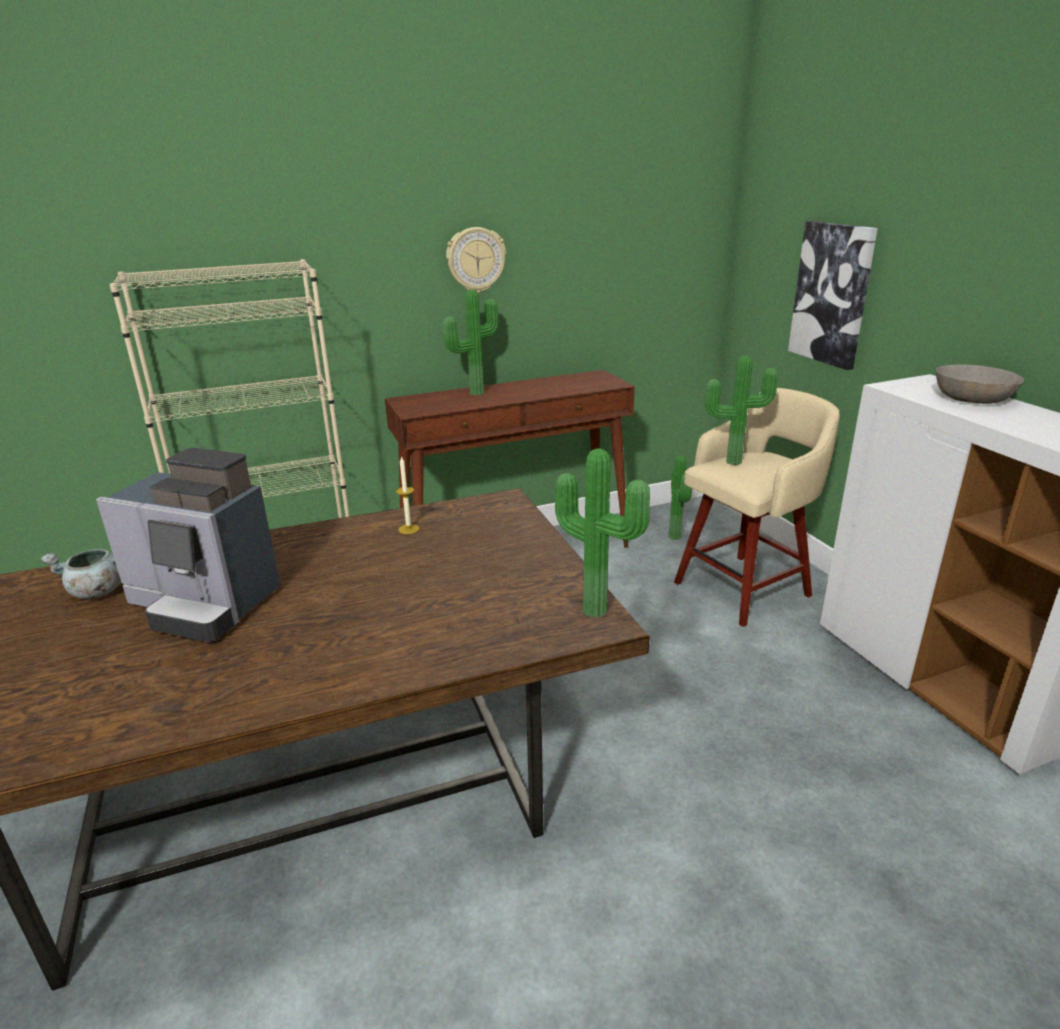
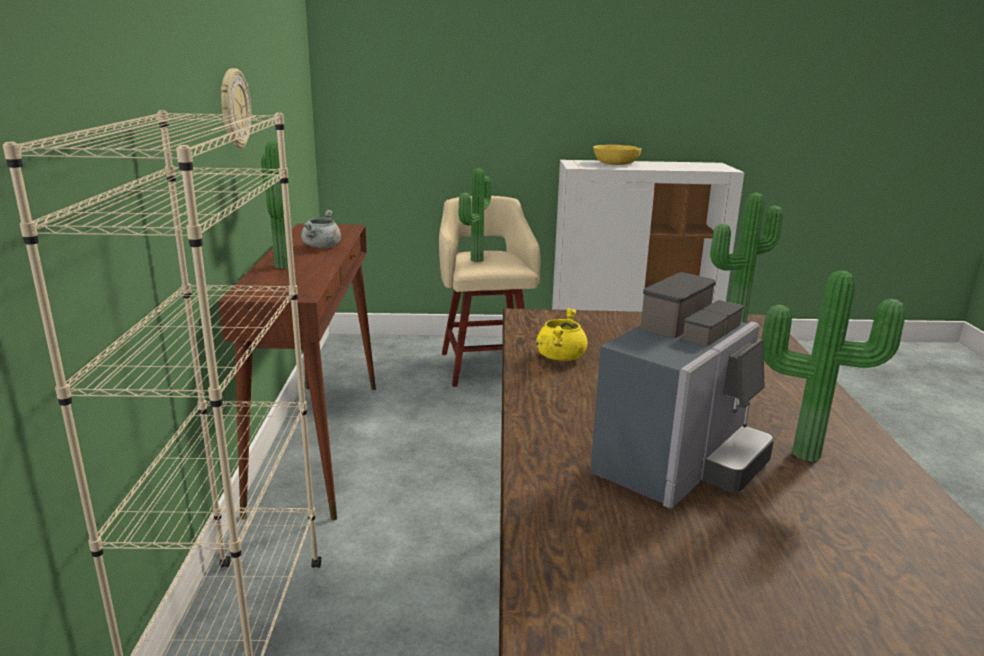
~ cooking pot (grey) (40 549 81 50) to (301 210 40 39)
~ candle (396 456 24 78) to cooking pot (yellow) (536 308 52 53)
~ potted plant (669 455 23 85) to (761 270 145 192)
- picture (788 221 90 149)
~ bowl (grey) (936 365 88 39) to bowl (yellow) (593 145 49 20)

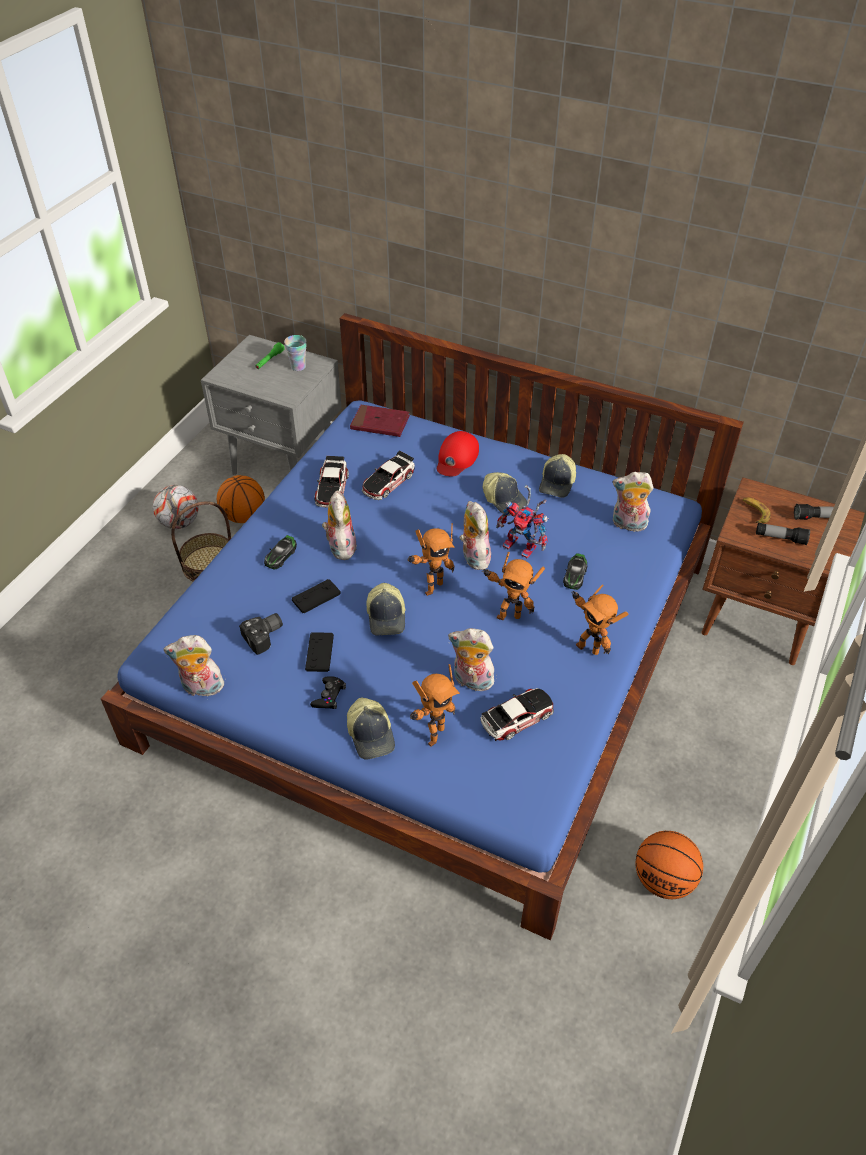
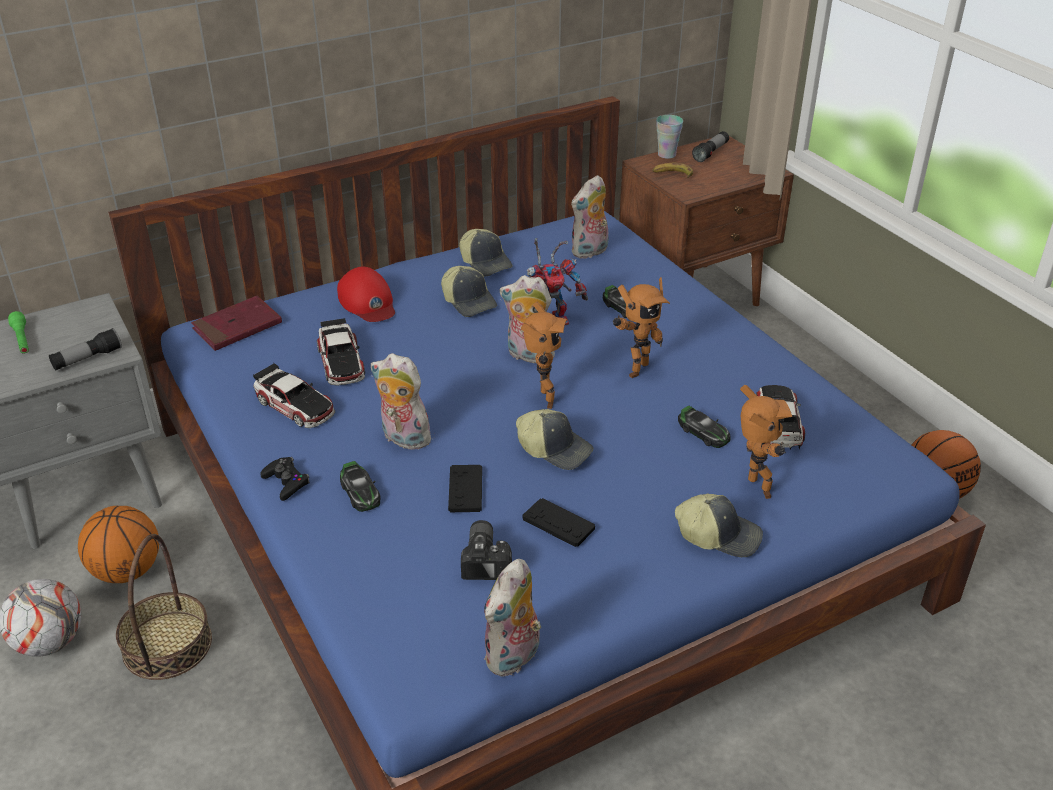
~ cup (284 335 22 36) to (656 115 27 44)
~ game controller (black) (310 676 36 33) to (260 457 50 44)
~ plush toy (448 628 46 66) to toy car (678 405 53 43)
~ cap (483 472 44 44) = (441 266 56 51) 60 degrees clockwise
- toy robot (571 584 57 71)
~ flashlight (756 523 54 22) to (49 328 73 42)

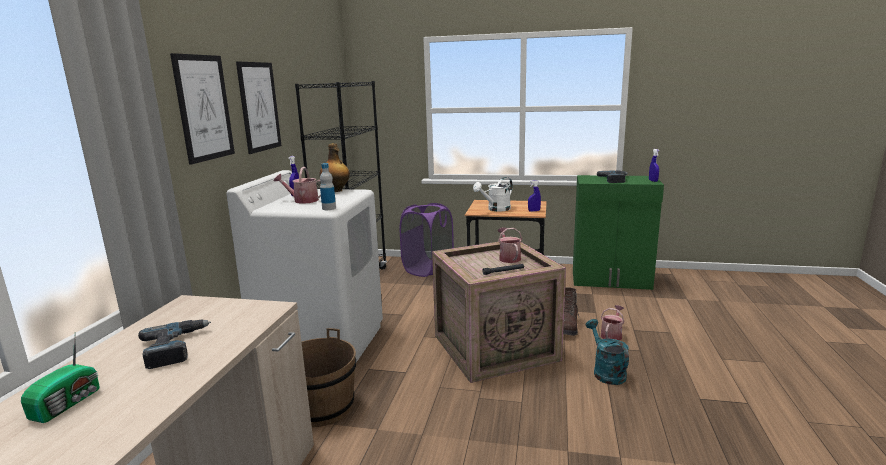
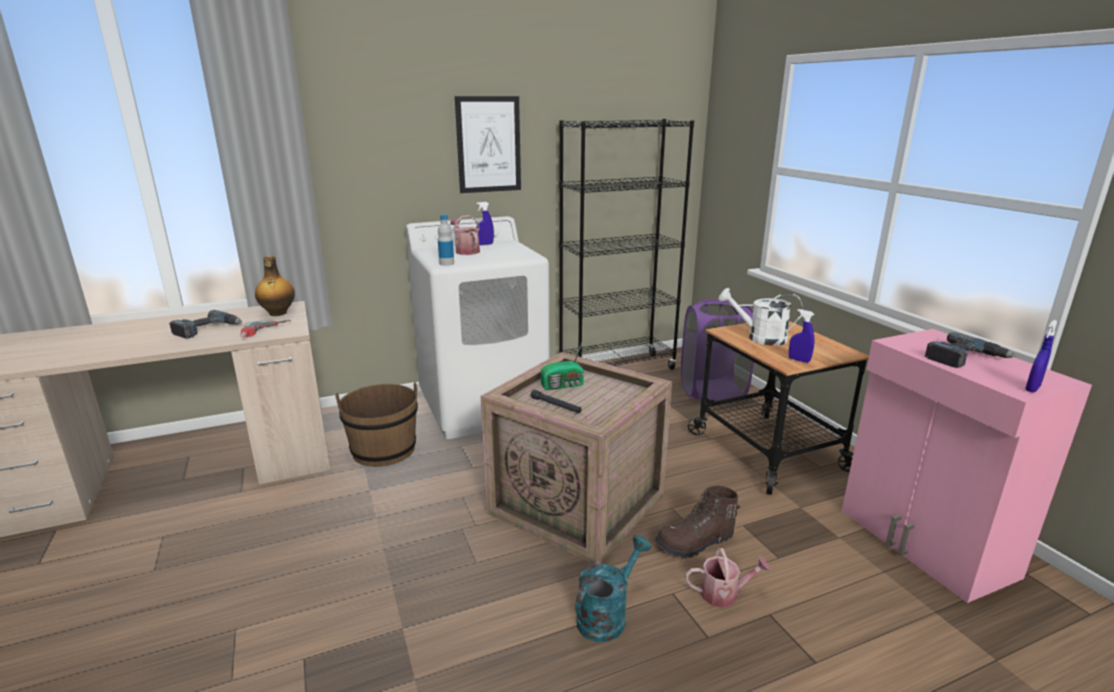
~ radio (21 334 79 89) to (540 343 45 47)
- picture (170 53 65 112)
~ bottle (319 143 31 49) to (255 256 40 60)
- watering can (498 227 24 36)
~ cabinet (green) (573 175 91 115) to cabinet (pink) (842 329 250 274)
+ power drill (240 320 51 18)

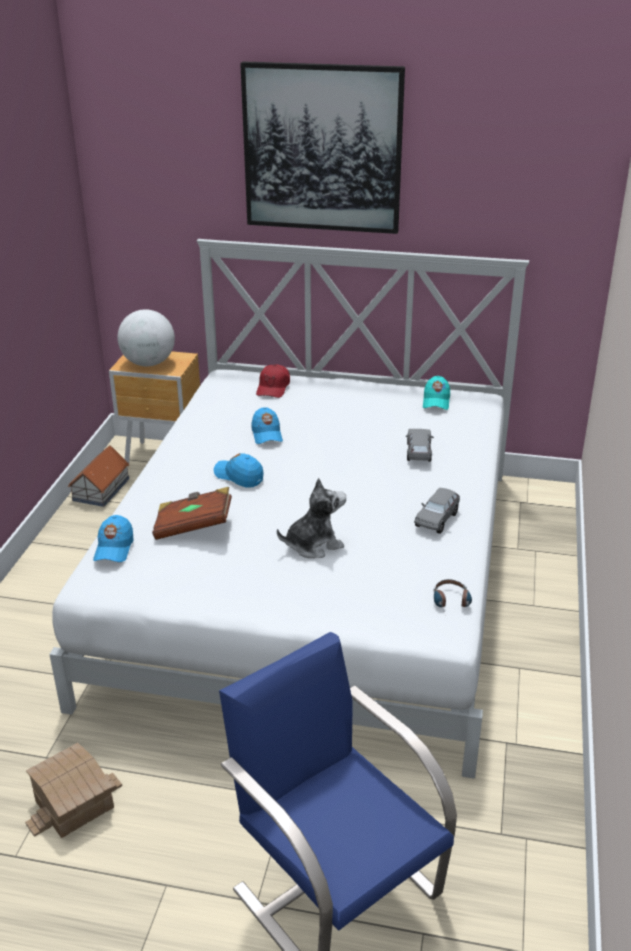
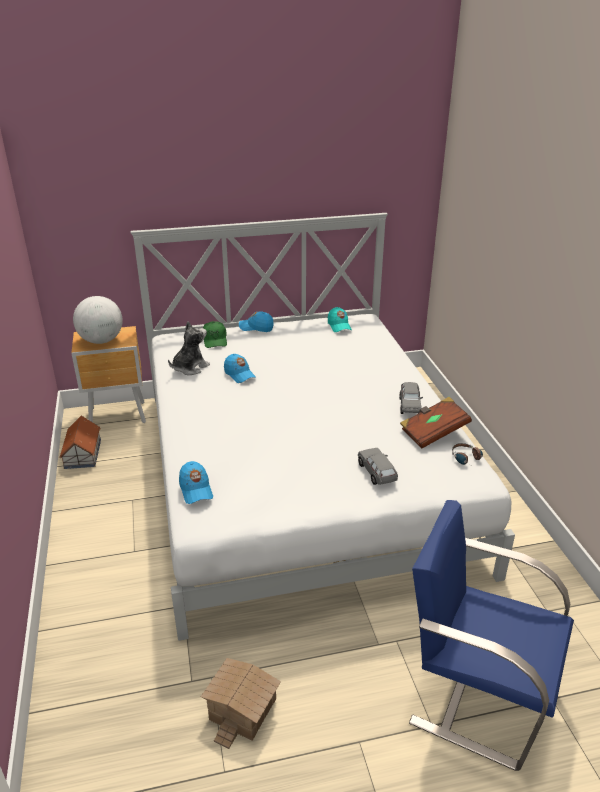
~ book (brown) (152 487 80 53) to (400 397 72 52)
~ cap (blue) (214 453 50 35) to (239 311 35 21)
- picture (240 61 165 173)
~ cap (red) (256 364 34 34) to cap (green) (203 321 24 27)
~ plush toy (277 478 69 80) to (168 321 42 54)
~ toy car (grey) (406 429 28 33) to (358 448 40 37)

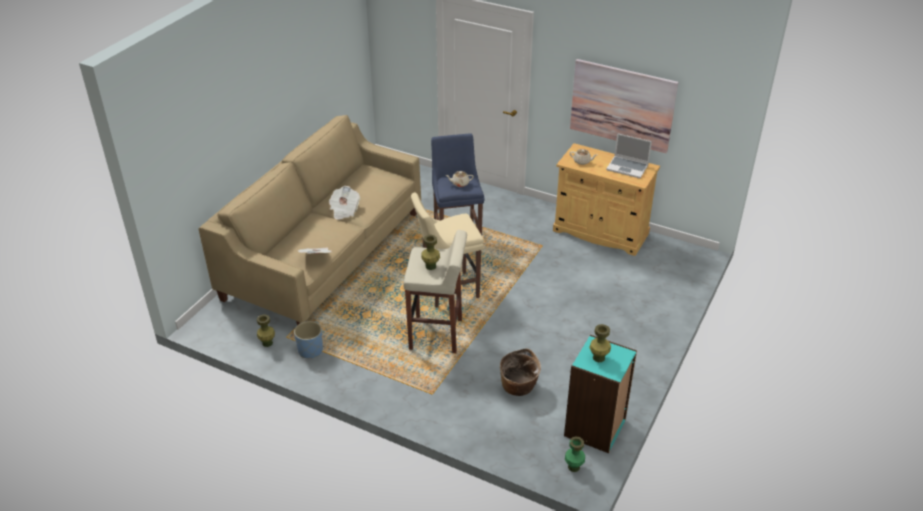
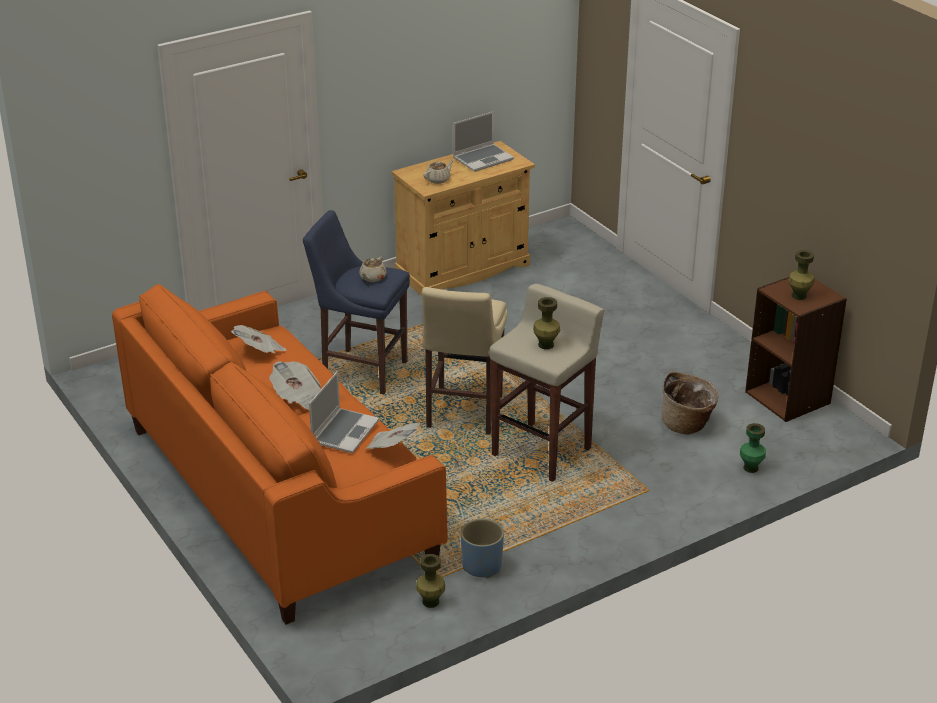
~ sofa (beige) (198 115 223 210) to sofa (orange) (112 284 336 341)
~ bookcase (turquoise) (564 335 73 118) to bookcase (brown) (745 277 102 145)
~ vase (green) (565 436 20 36) to (740 423 26 50)
- picture (570 59 109 94)
+ newspaper (231 325 56 28)
+ laptop (309 371 70 82)

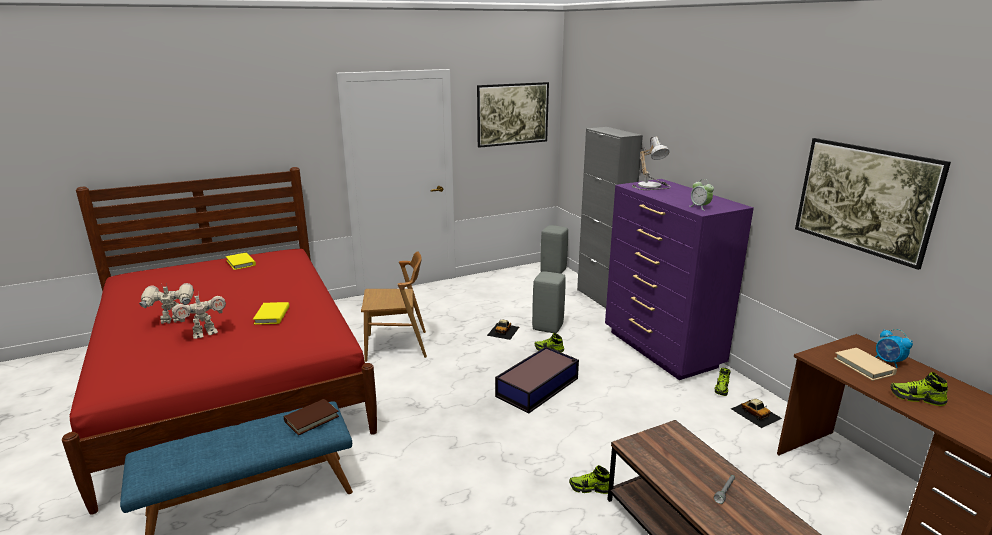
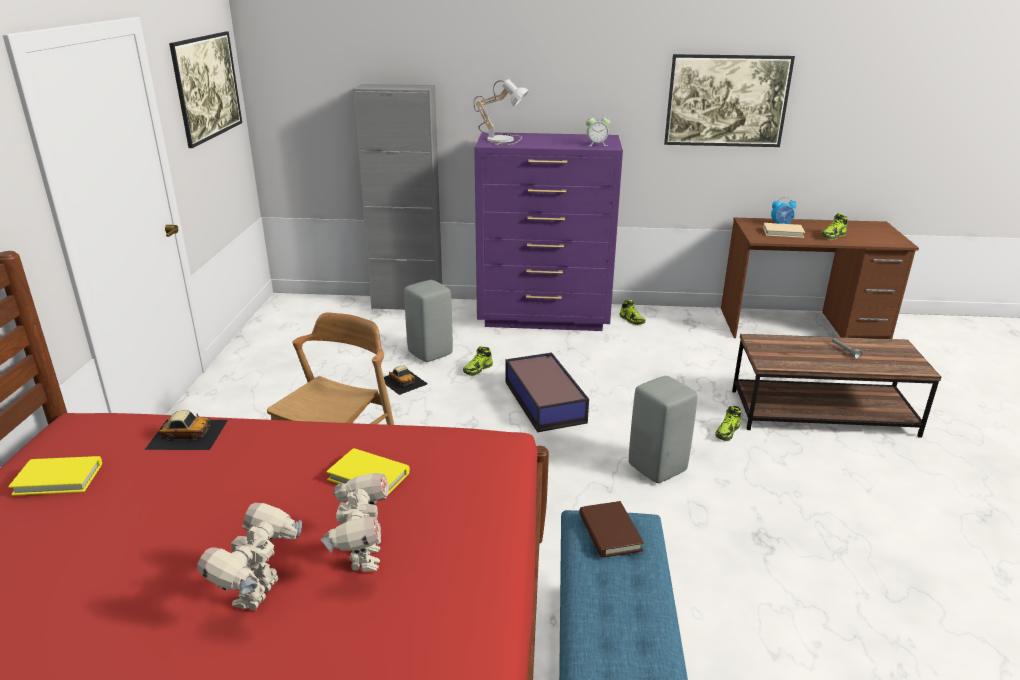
~ stool (grey) (540 225 28 49) to (629 376 69 107)
~ toy car (731 399 51 29) to (144 410 84 40)

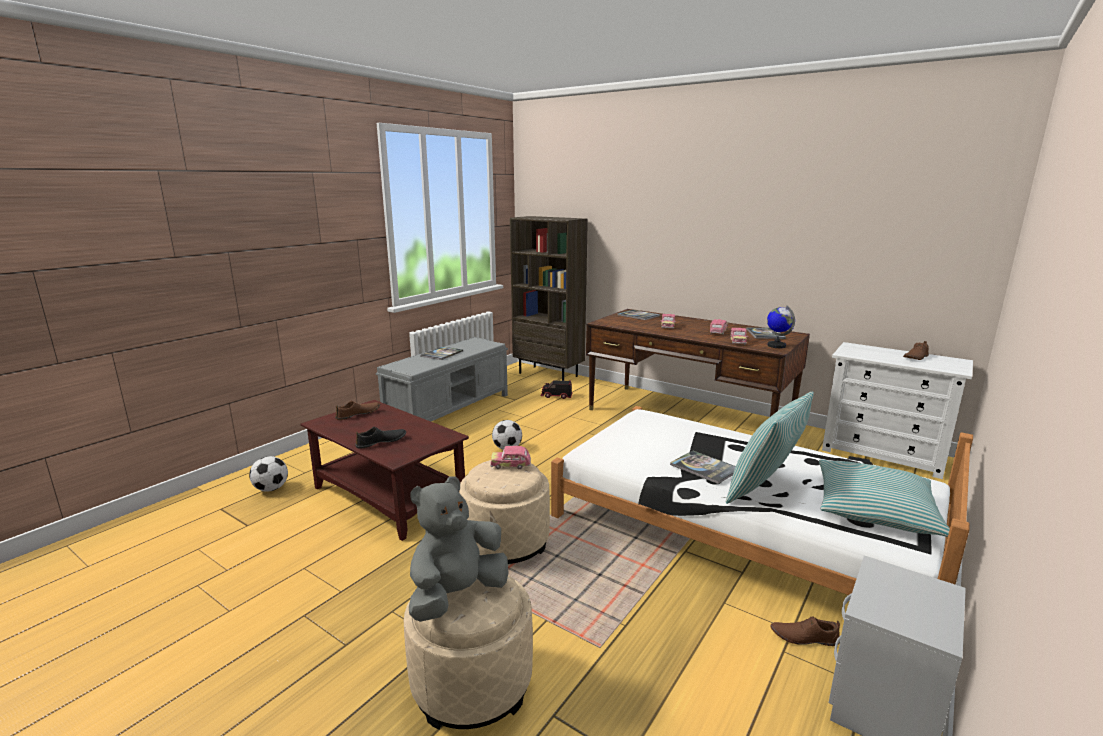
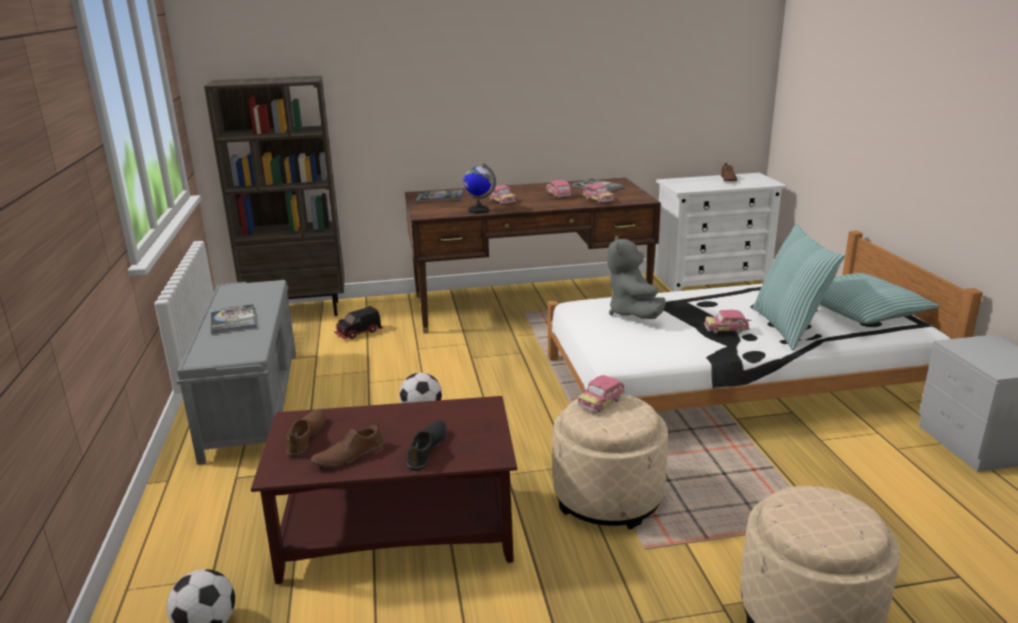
~ plush toy (grey) (409 477 100 145) to (607 235 59 84)
~ book (670 451 66 33) to toy car (704 310 46 24)
~ globe (767 306 28 42) to (463 163 33 51)
~ shoe (brown) (771 616 69 30) to (311 422 73 45)

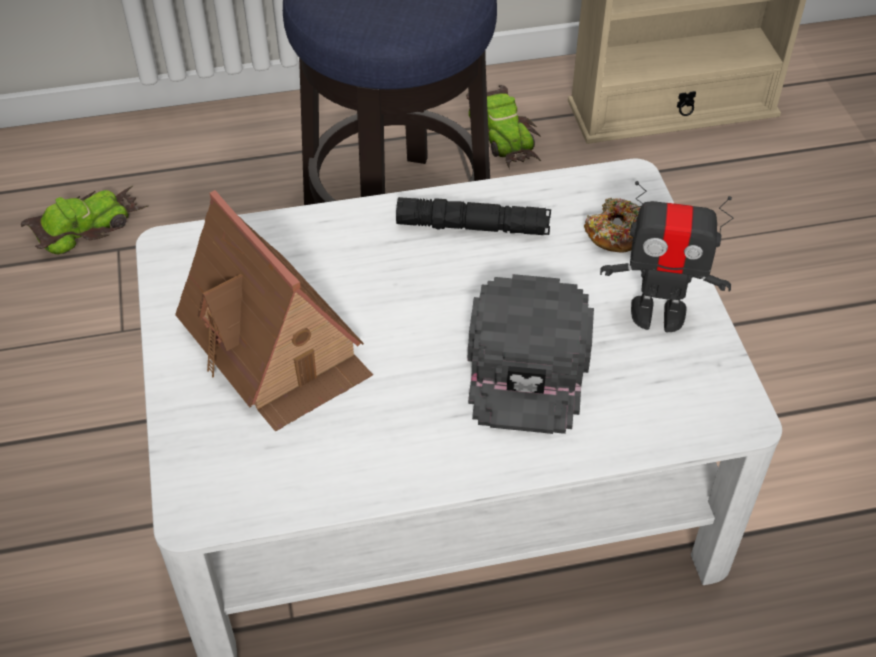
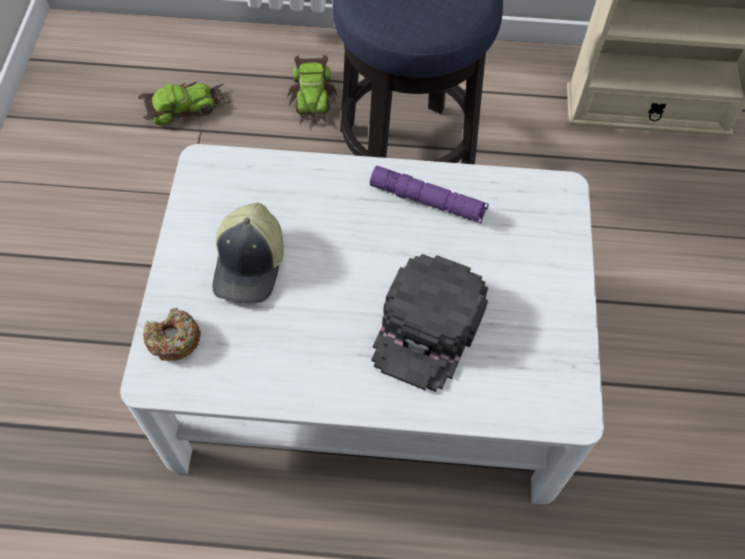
~ toy house (175 190 198 242) to cap (213 203 71 100)
~ flashlight (black) (396 197 155 38) to flashlight (purple) (370 166 119 58)
~ toy car (466 85 75 84) to (287 55 50 70)
~ donut (584 198 56 55) to (143 308 58 53)
- toy robot (600 181 133 151)

